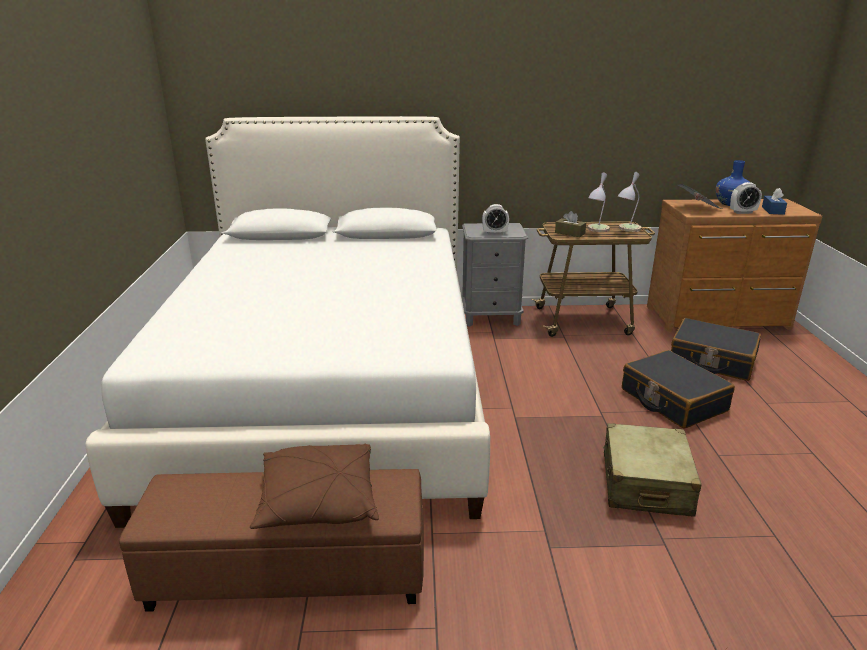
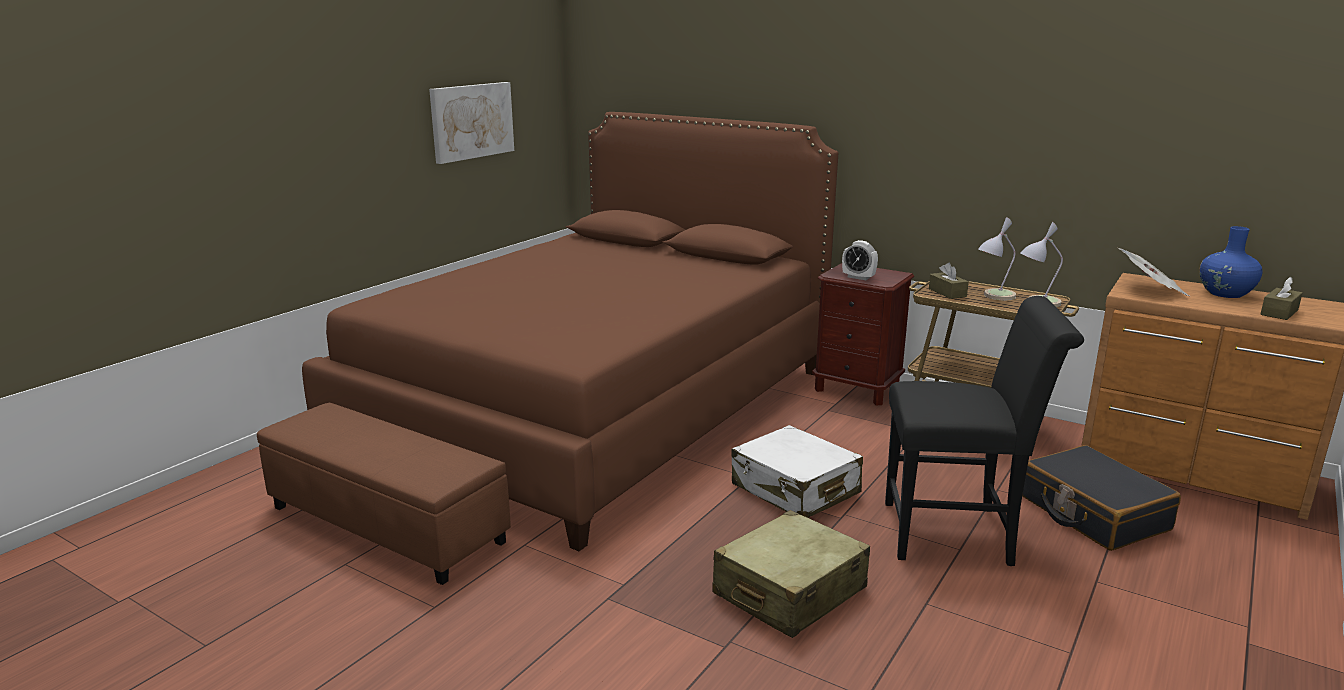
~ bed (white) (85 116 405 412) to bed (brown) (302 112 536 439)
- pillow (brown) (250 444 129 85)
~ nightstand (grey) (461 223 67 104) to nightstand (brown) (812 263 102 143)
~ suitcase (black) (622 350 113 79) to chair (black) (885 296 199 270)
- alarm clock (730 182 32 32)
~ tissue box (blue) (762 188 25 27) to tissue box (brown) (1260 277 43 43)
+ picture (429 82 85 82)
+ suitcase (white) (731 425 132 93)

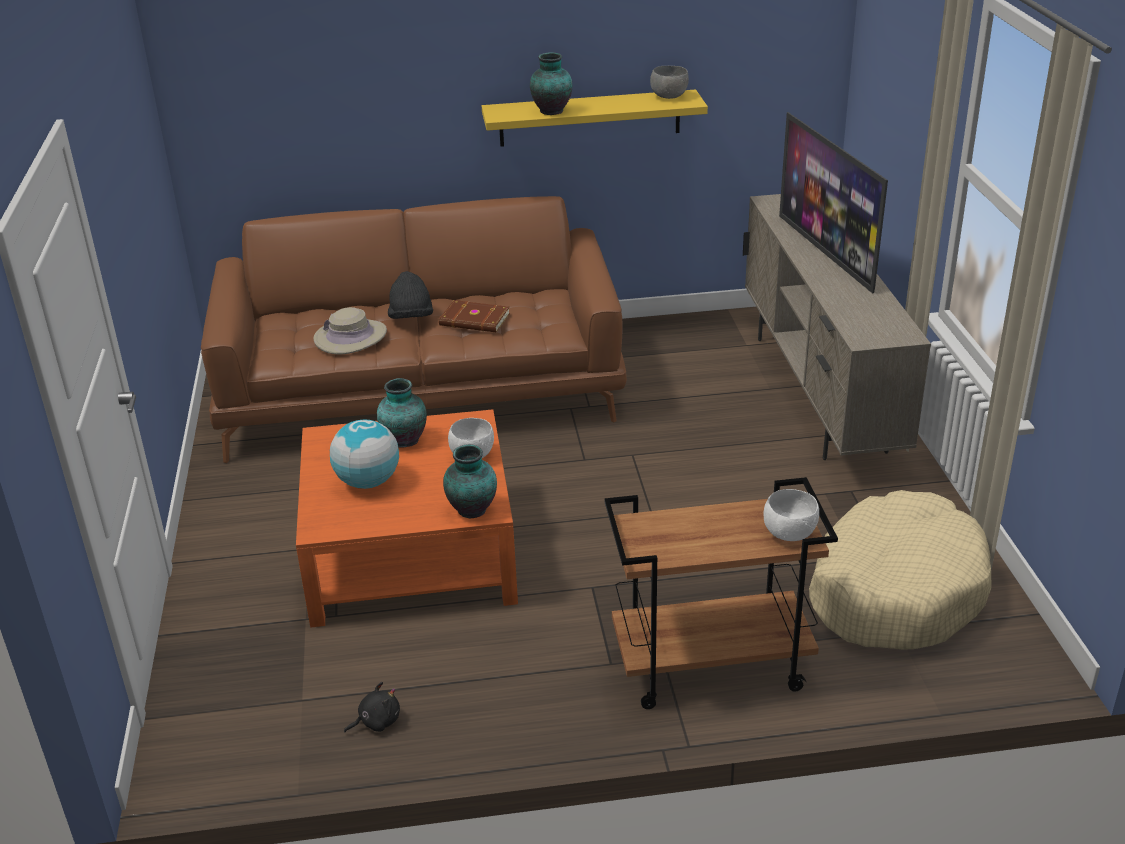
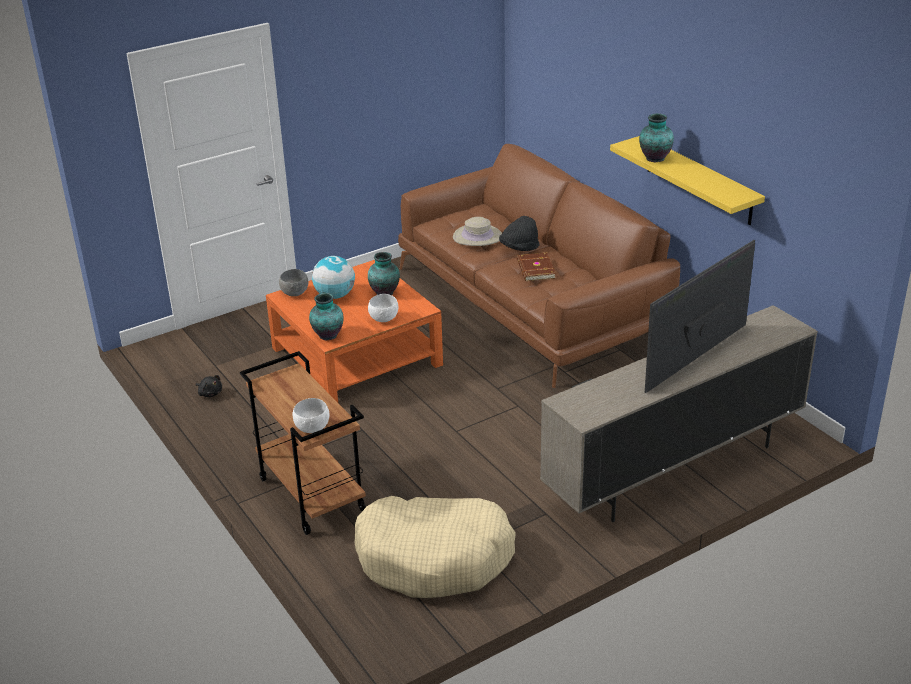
~ bowl (grey) (650 66 39 33) to (279 269 29 27)

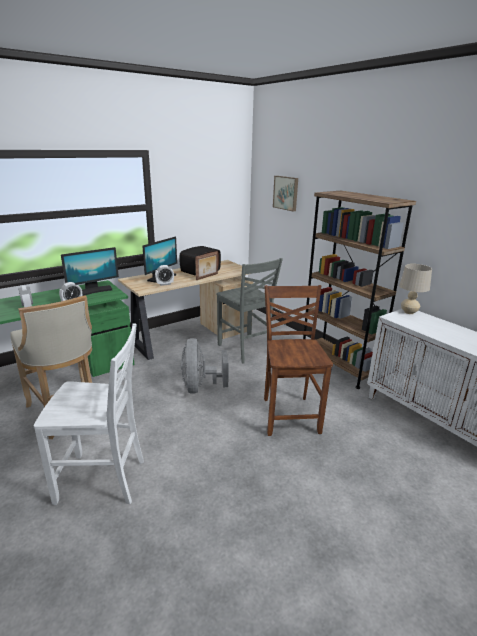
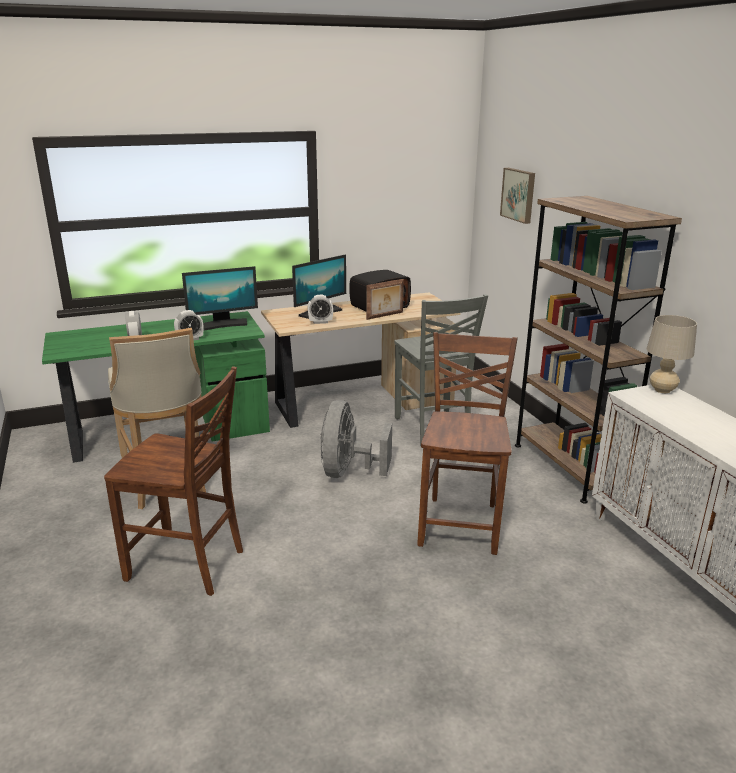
~ chair (white) (34 323 110 182) to chair (brown) (104 366 139 230)

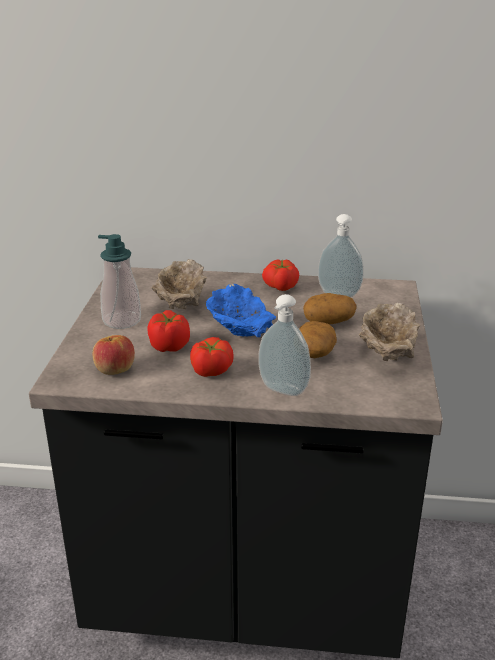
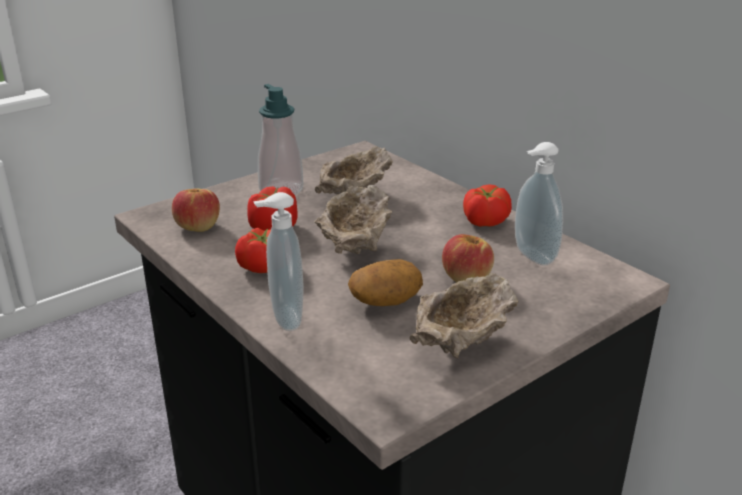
~ bowl (blue) (206 284 70 53) to bowl (beige) (314 185 78 69)
~ potato (303 293 53 32) to apple (442 234 52 49)

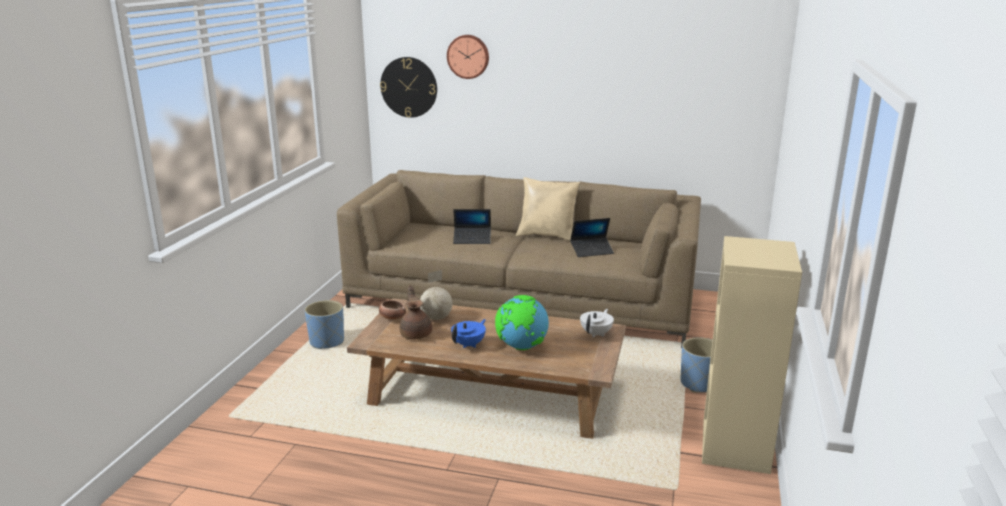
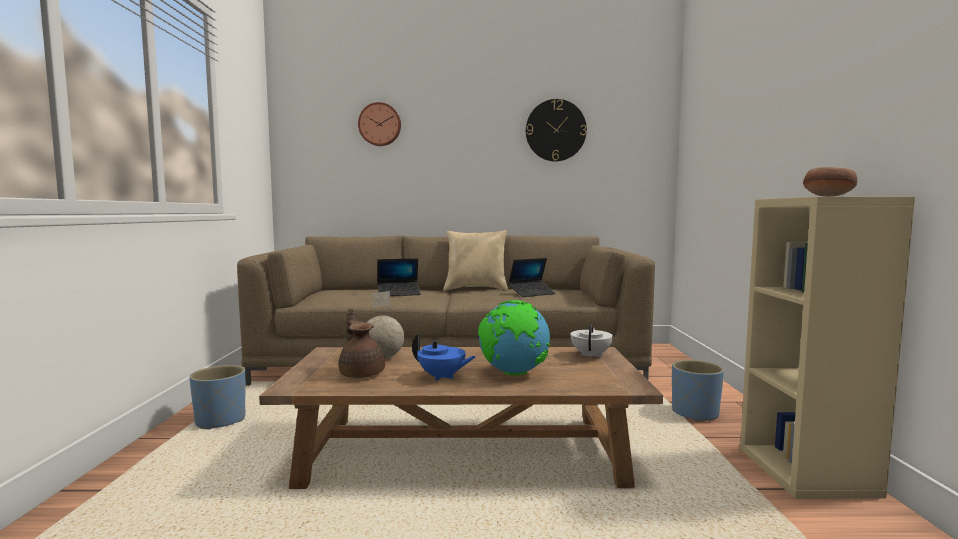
~ bowl (379 300 27 20) to (803 167 54 30)
~ wall clock (380 57 57 61) to (526 99 61 62)
~ teapot (blue) (451 319 35 29) = (412 333 64 48) 90 degrees clockwise

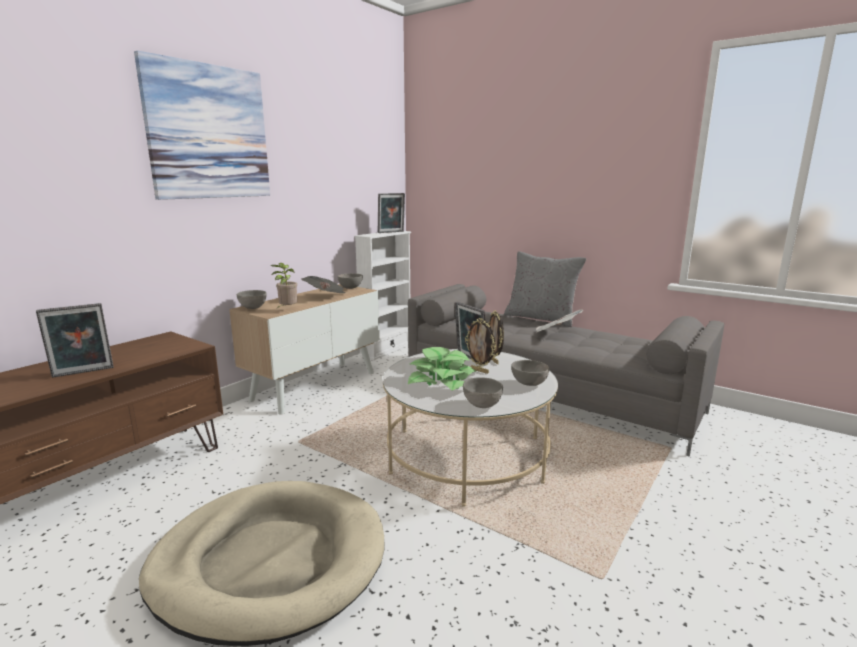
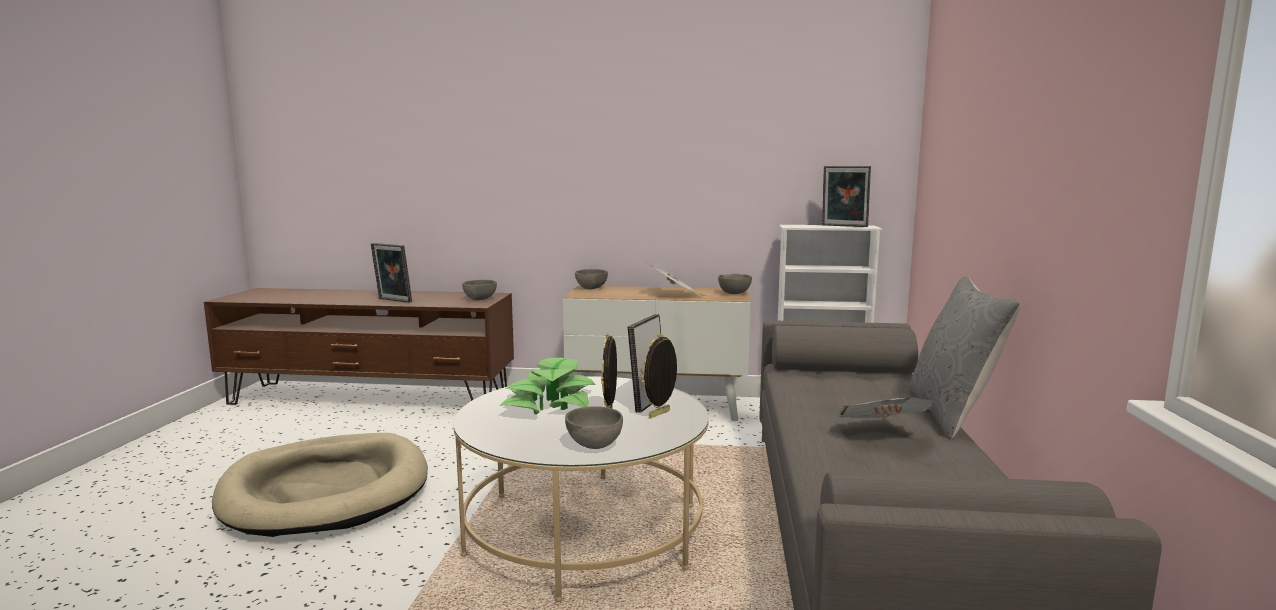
- picture (134 51 136 149)
- potted plant (270 263 27 44)
~ bowl (grey) (463 377 40 31) to (462 280 35 20)

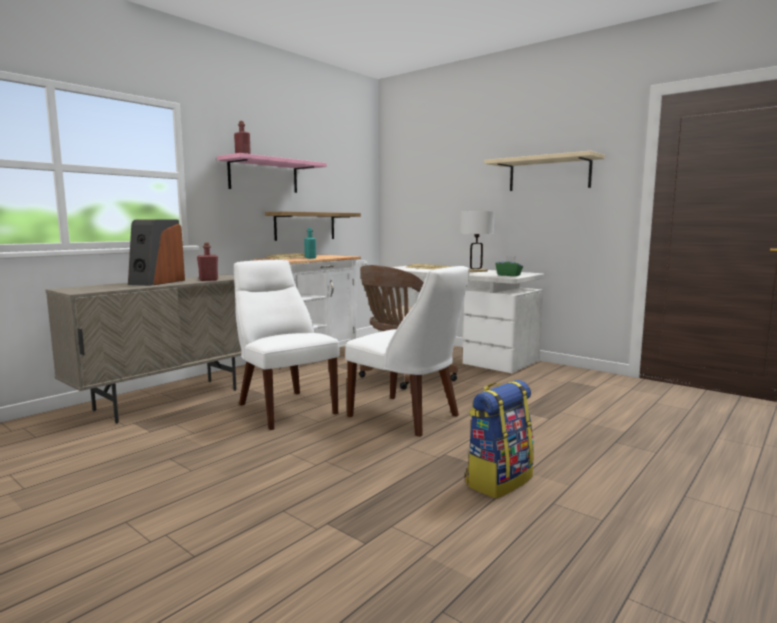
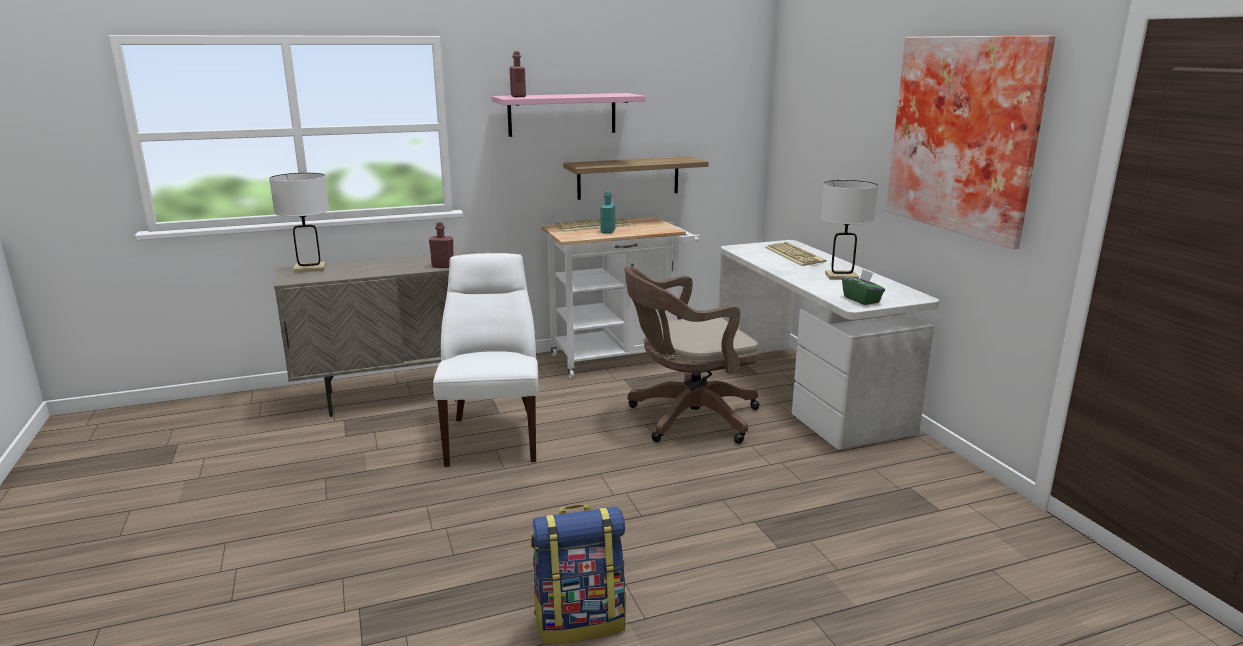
- speaker (128 219 57 67)
- chair (white) (345 266 125 171)
~ shelf (beige) (484 151 121 40) to picture (886 35 169 214)
+ table lamp (white) (269 173 60 100)

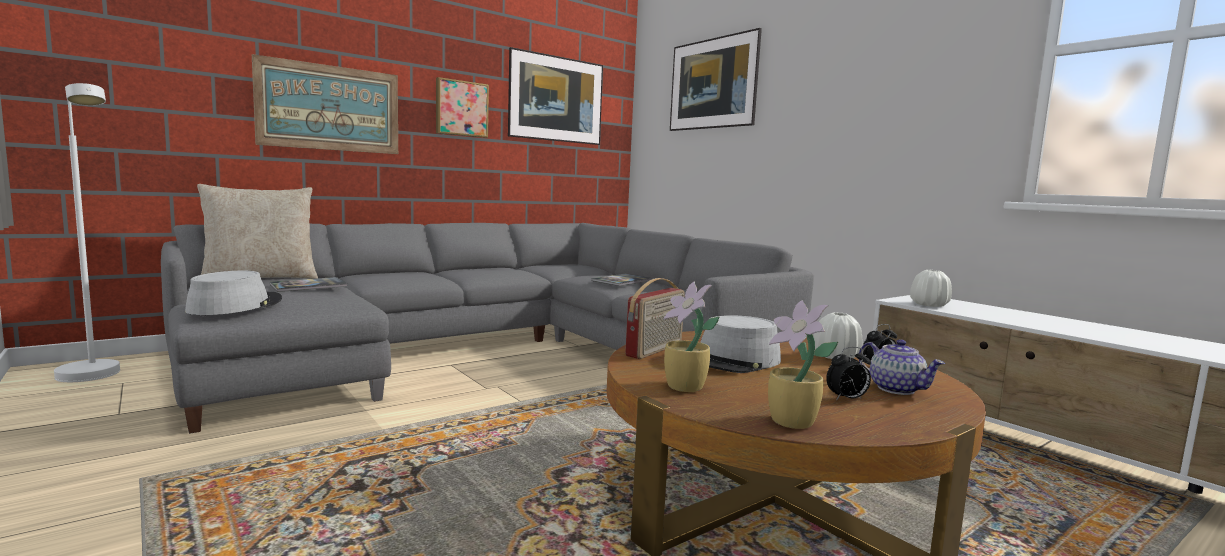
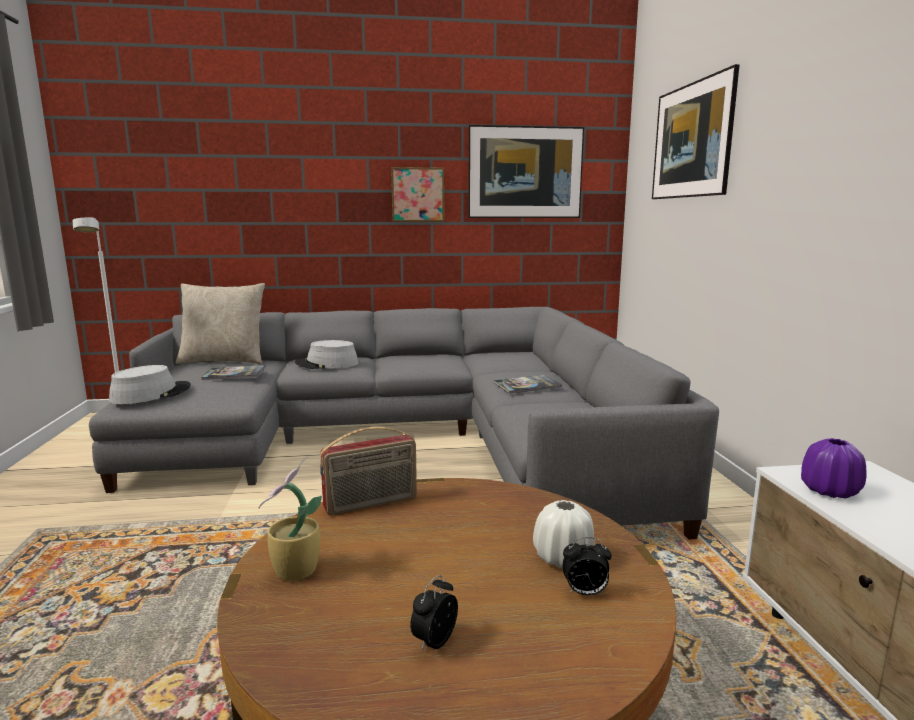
- picture (252 54 146 100)
~ hat (grey) (700 315 81 58) to (294 340 64 29)
- potted plant (768 300 70 129)
~ alarm clock (826 347 45 54) = (410 575 48 77) 105 degrees clockwise
- teapot (859 339 86 56)
~ vase (white) (910 270 42 37) to vase (purple) (801 438 66 61)

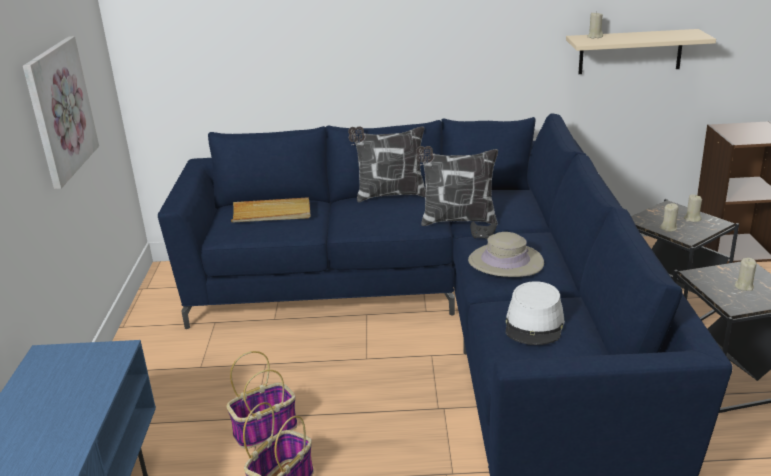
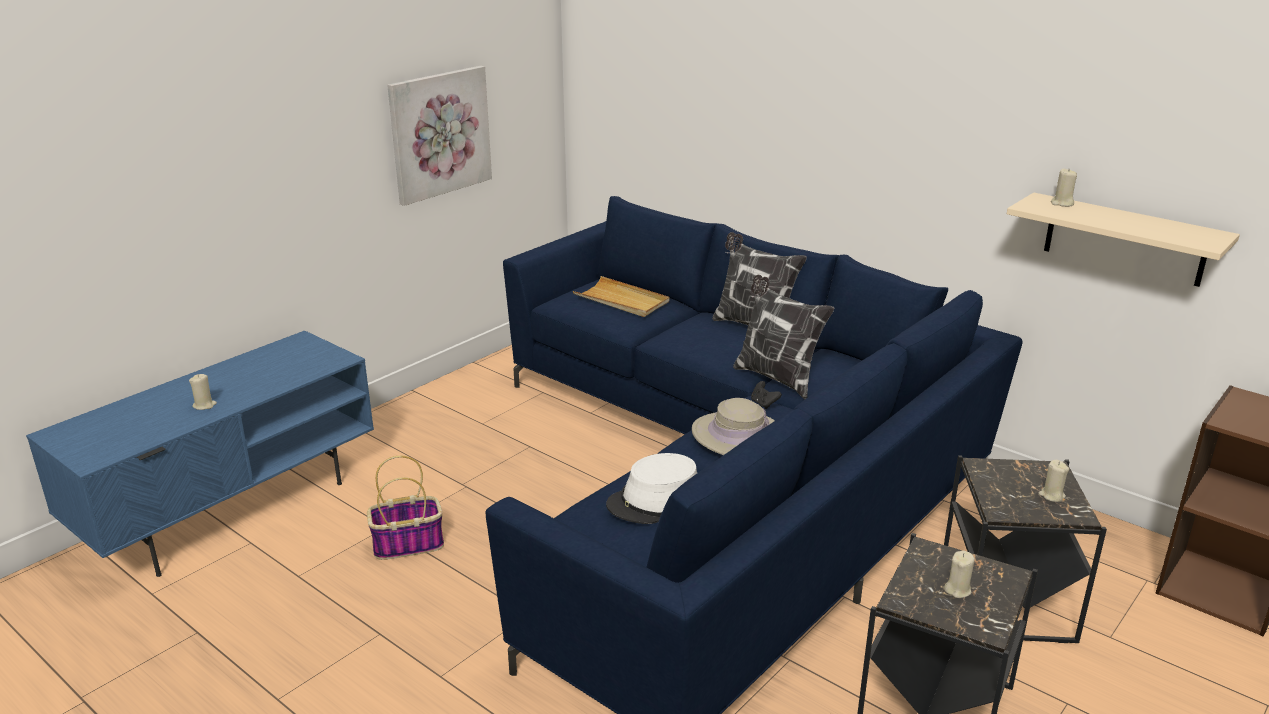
- basket (227 351 71 98)
~ candle (beige) (660 203 19 29) to (189 374 28 36)

